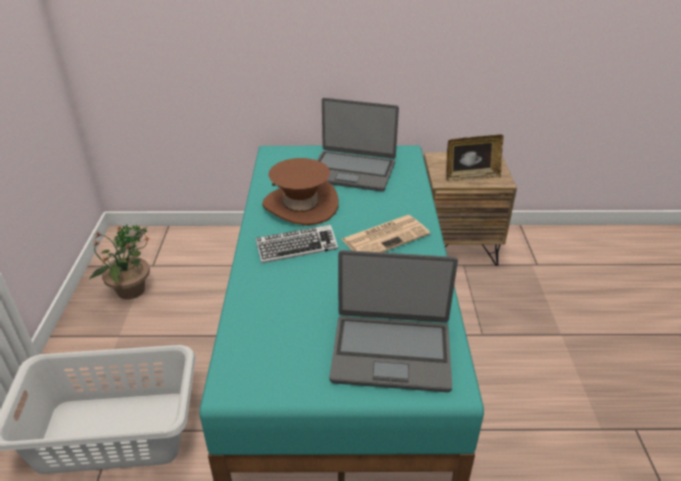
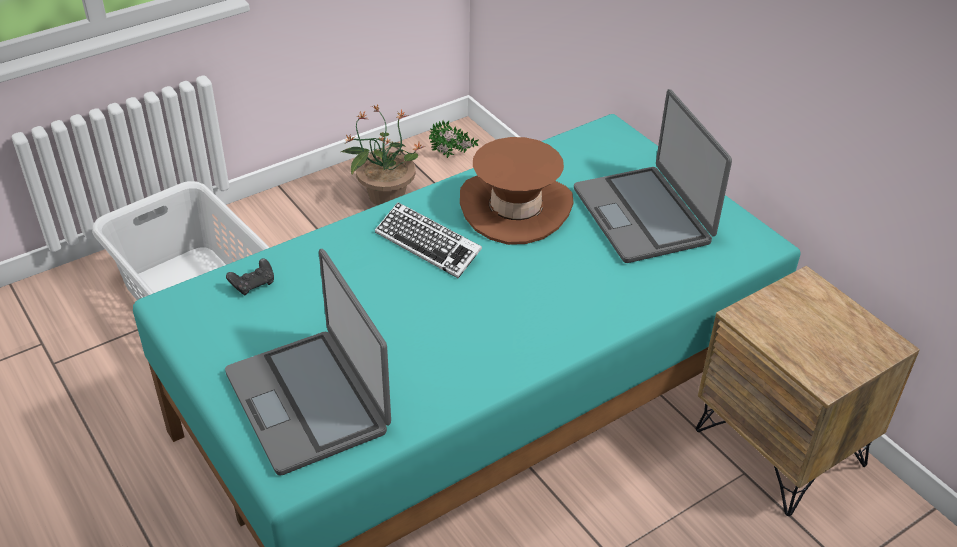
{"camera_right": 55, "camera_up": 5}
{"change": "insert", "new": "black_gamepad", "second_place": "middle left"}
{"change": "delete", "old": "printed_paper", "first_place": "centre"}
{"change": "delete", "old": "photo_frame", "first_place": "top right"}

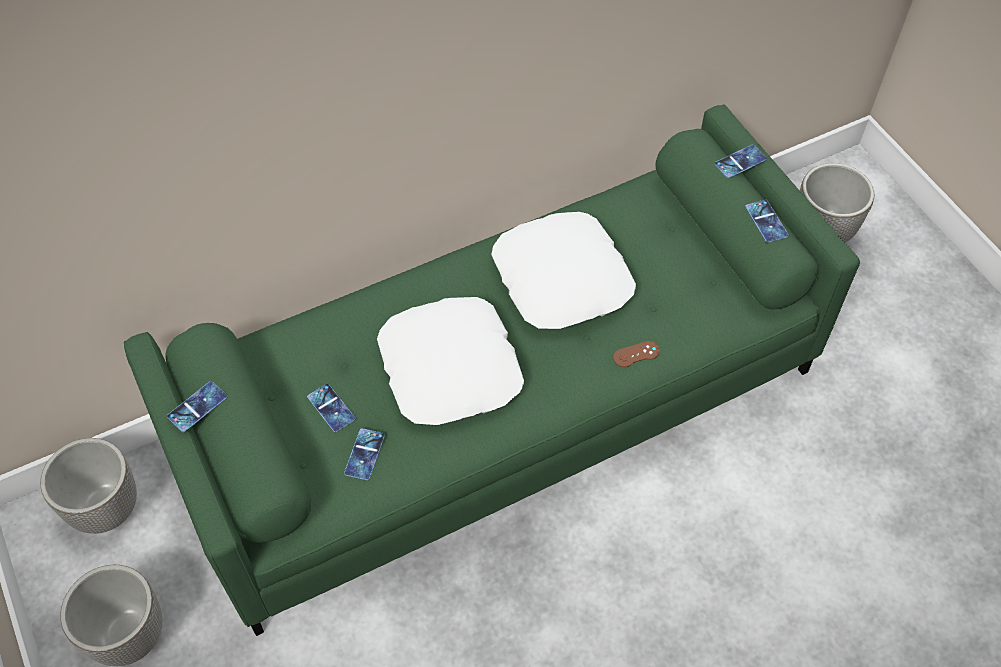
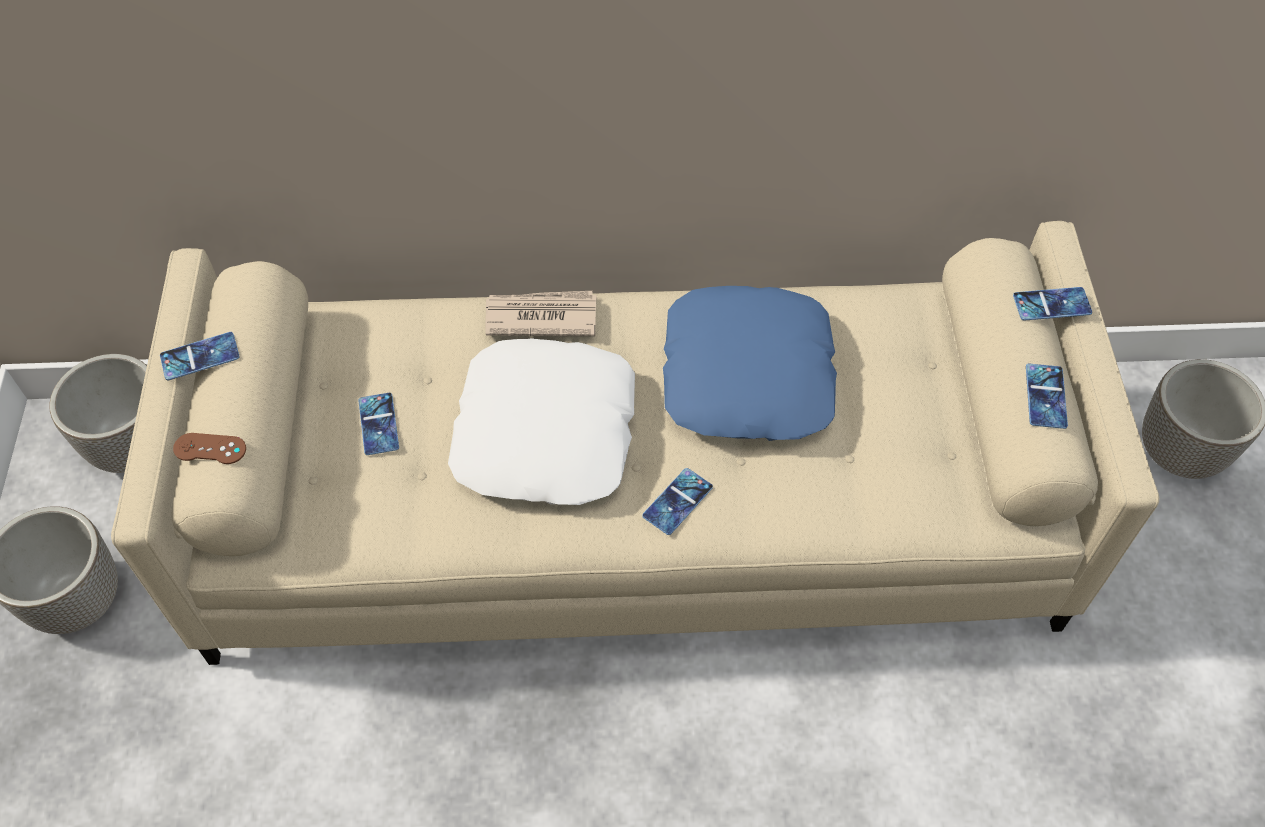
{"camera_right": 25, "camera_up": 0}
{"change": "recolor", "old": "green_couch", "new": "beige-coloured_couch", "first_place": "centre", "second_place": "centre"}
{"change": "move", "old": "brown-coloured_gamepad", "first_place": "centre", "second_place": "middle left"}
{"change": "insert", "new": "printed_paper", "second_place": "centre"}
{"change": "move", "old": "telephone (3rd from left)", "first_place": "bottom centre", "second_place": "centre"}
{"change": "recolor", "old": "whitish_throw_pillow (2nd from left)", "new": "blue_throw_pillow", "first_place": "centre", "second_place": "centre"}

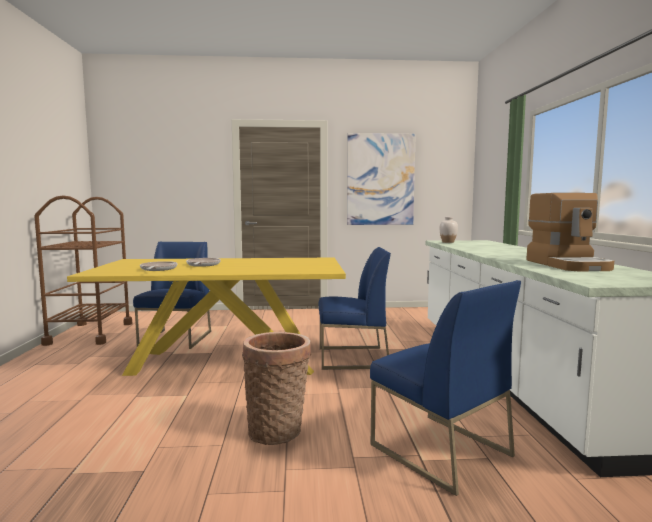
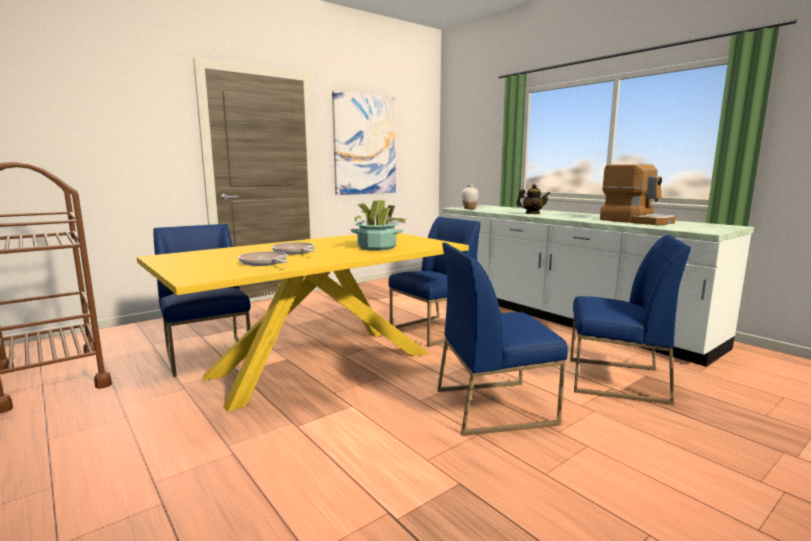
{"camera_right": -35, "camera_up": 5}
{"change": "insert", "new": "potted_plant", "second_place": "centre"}
{"change": "replace", "old": "storage_basket", "new": "blue_plain_chair (3rd from left)", "first_place": "bottom centre", "second_place": "centre"}
{"change": "insert", "new": "teapot", "second_place": "centre"}

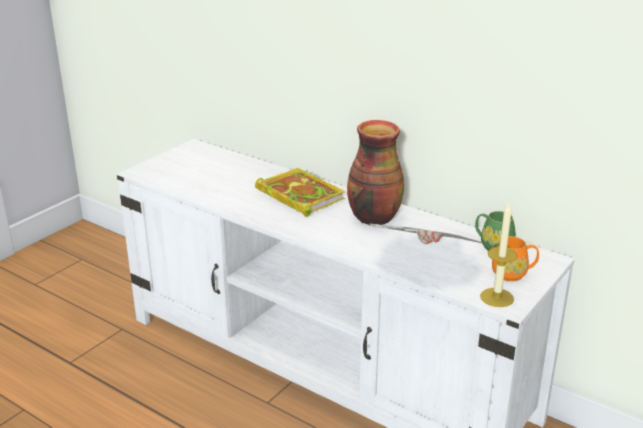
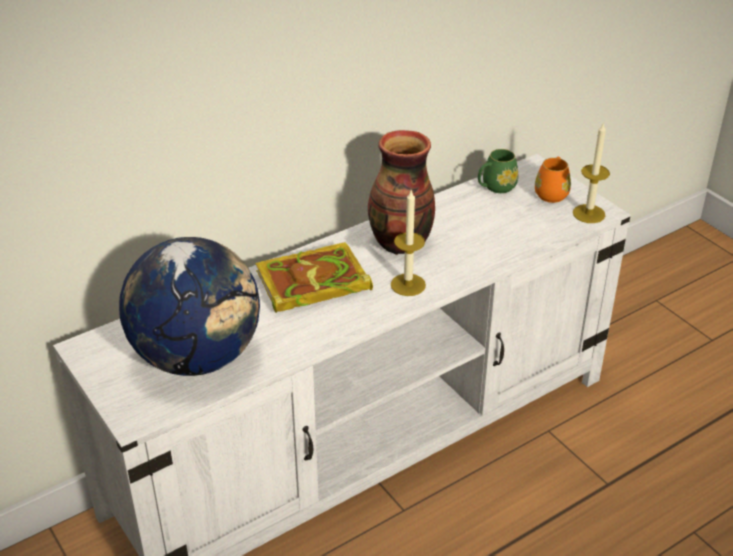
{"camera_right": -70, "camera_up": 10}
{"change": "insert", "new": "world_globe", "second_place": "middle left"}
{"change": "insert", "new": "wax_candle (1st from left)", "second_place": "centre"}
{"change": "delete", "old": "printed_paper", "first_place": "centre"}

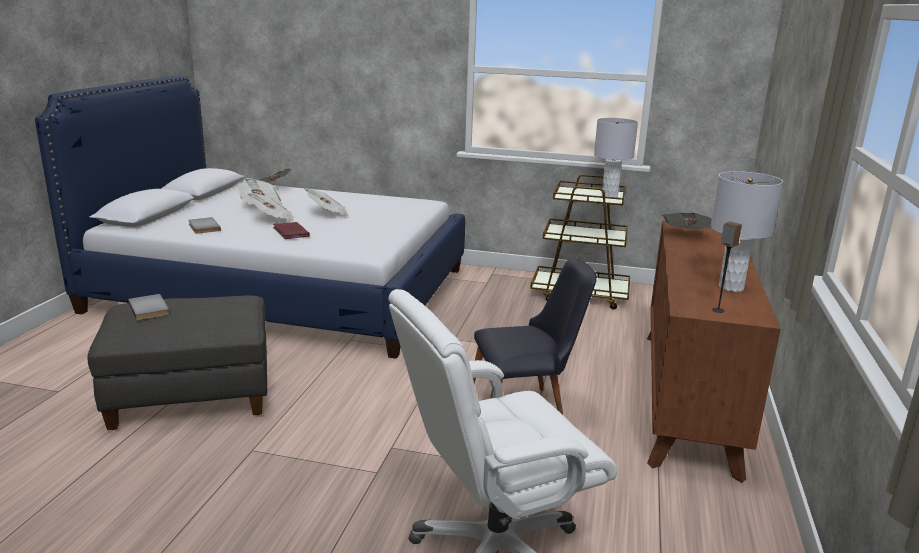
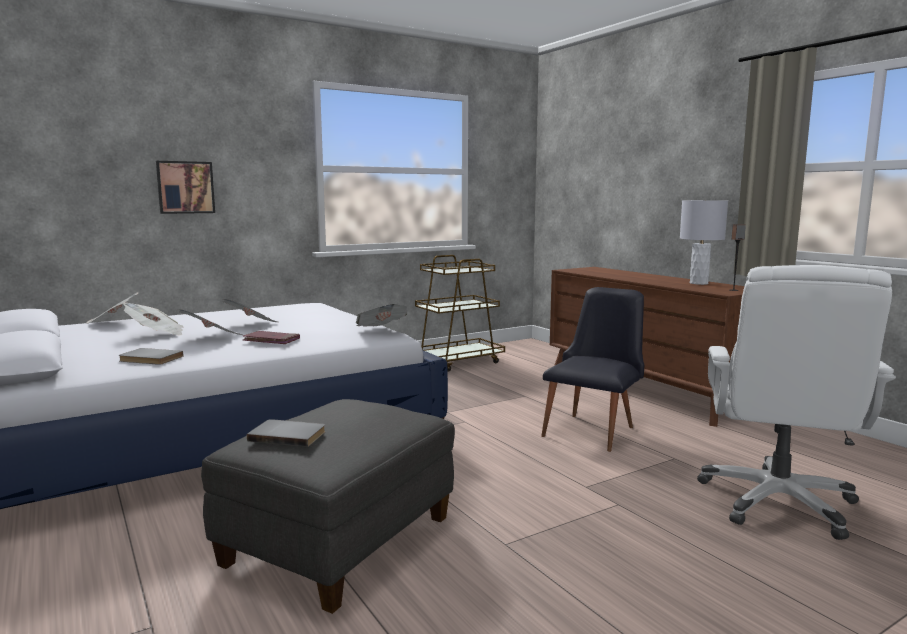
{"camera_right": -45, "camera_up": -10}
{"change": "insert", "new": "picture", "second_place": "top left"}
{"change": "move", "old": "printed_paper (5th from left)", "first_place": "middle right", "second_place": "centre"}
{"change": "delete", "old": "gray_table_lamp (1st from left)", "first_place": "top right"}

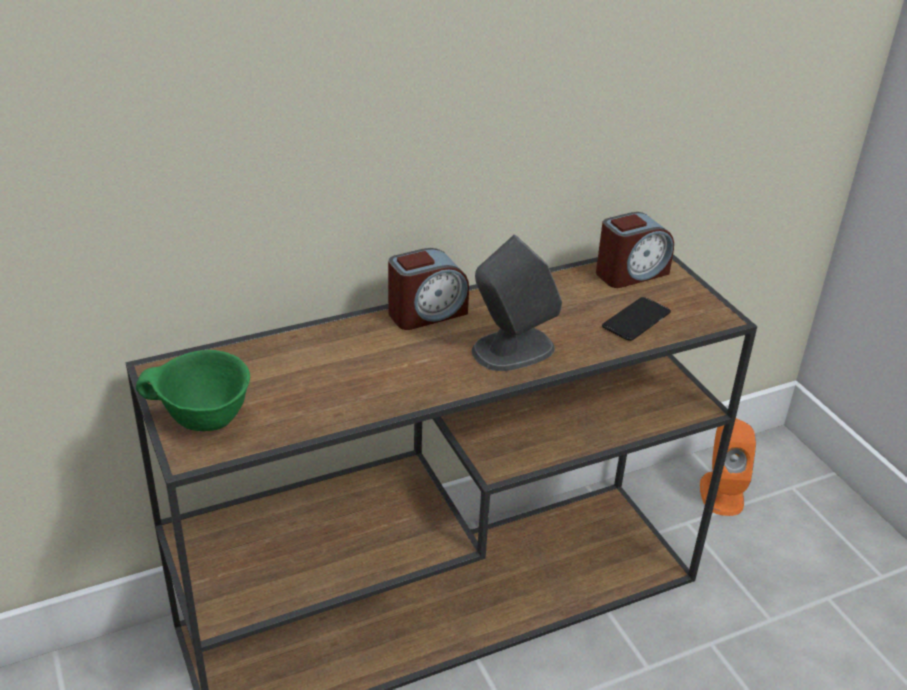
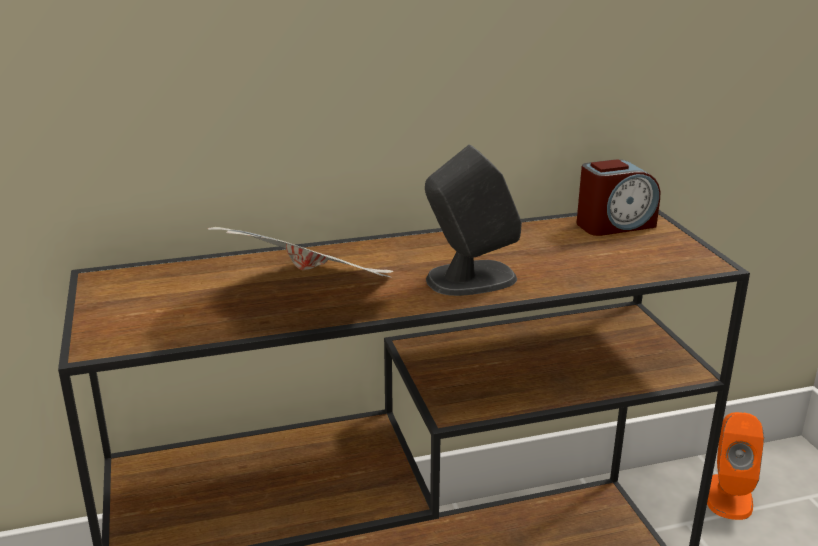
{"camera_right": 10, "camera_up": -10}
{"change": "insert", "new": "printed_paper", "second_place": "centre"}
{"change": "delete", "old": "green_deep_dish", "first_place": "middle left"}
{"change": "delete", "old": "bedside_clock (1st from left)", "first_place": "centre"}
{"change": "delete", "old": "telephone", "first_place": "middle right"}

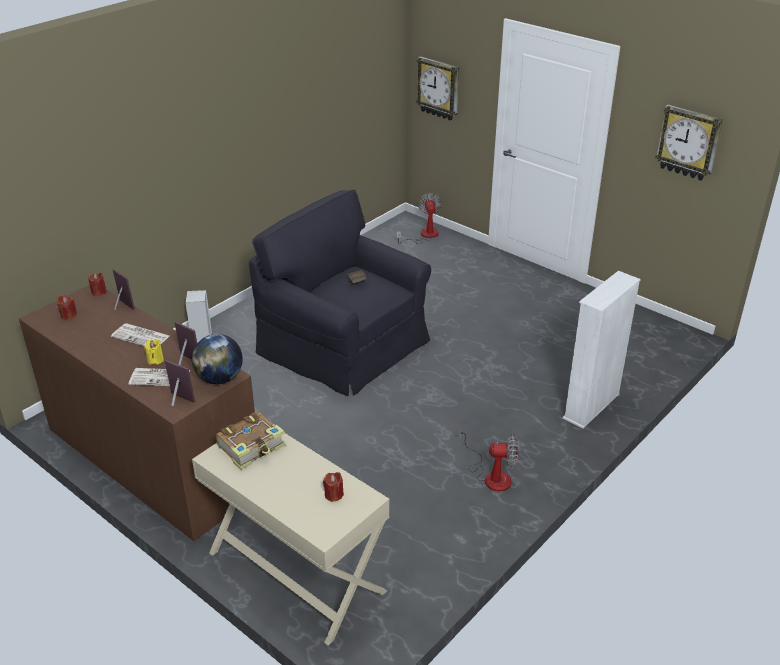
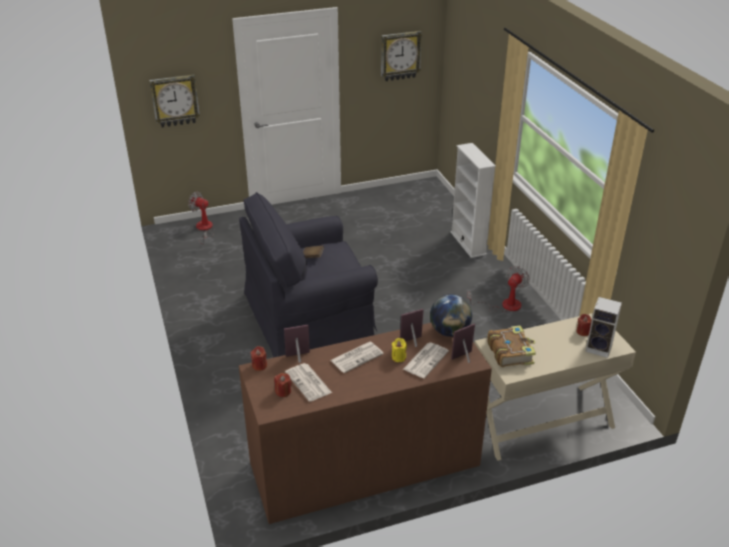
{"camera_right": -60, "camera_up": 0}
{"change": "insert", "new": "printed_paper (1st from left)", "second_place": "bottom centre"}
{"change": "move", "old": "audio_speaker", "first_place": "middle left", "second_place": "middle right"}

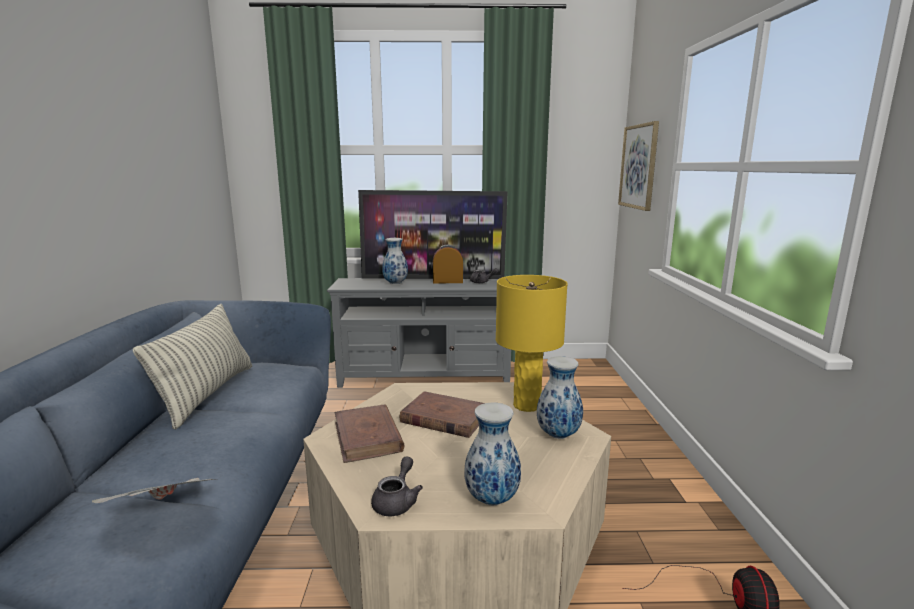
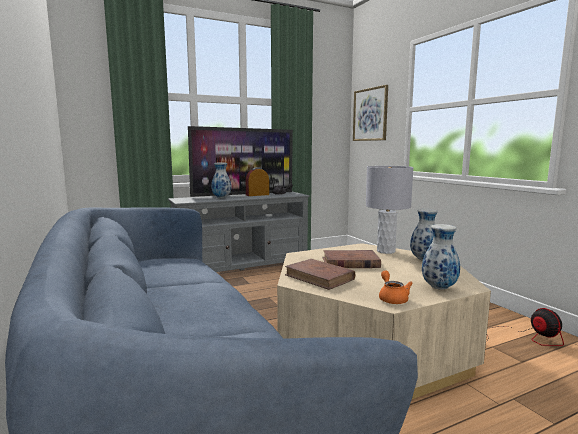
{"camera_right": -25, "camera_up": -5}
{"change": "recolor", "old": "yellow-coloured_table_lamp", "new": "gray_table_lamp", "first_place": "centre", "second_place": "middle right"}
{"change": "recolor", "old": "gray_teapot (1st from left)", "new": "orange_teapot", "first_place": "bottom centre", "second_place": "middle right"}
{"change": "delete", "old": "printed_paper", "first_place": "bottom left"}
{"change": "delete", "old": "throw_pillow", "first_place": "middle left"}

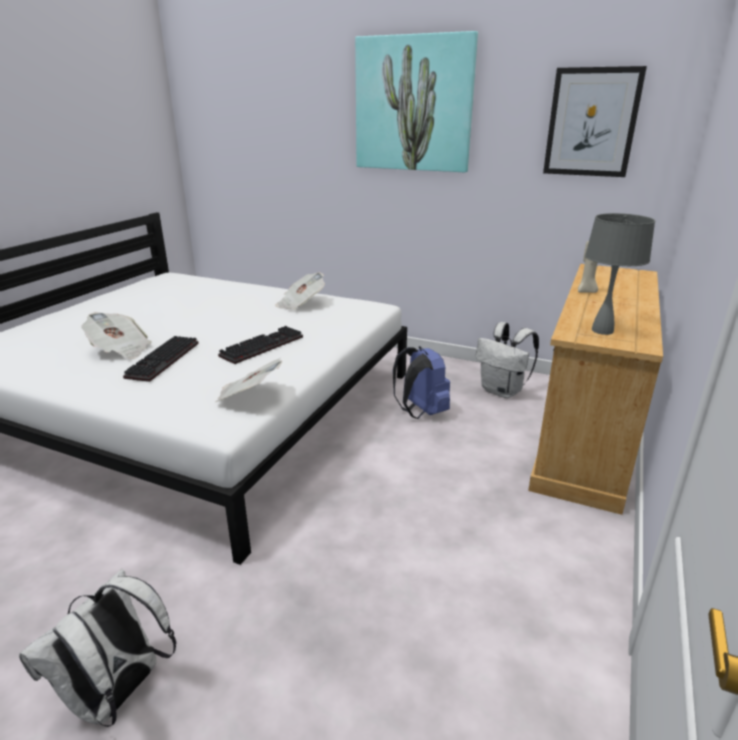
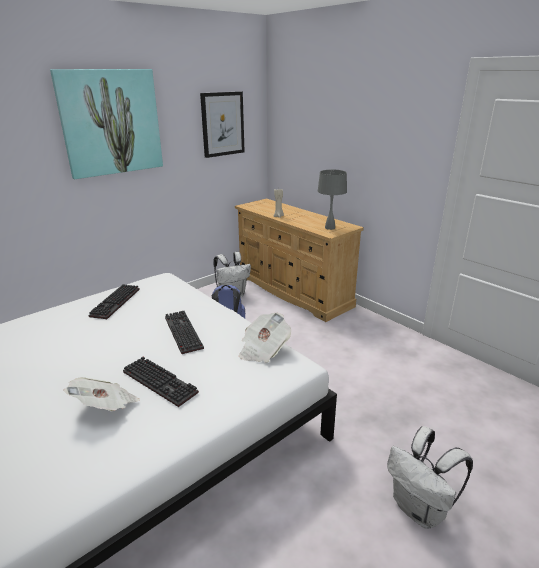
{"camera_right": -65, "camera_up": 0}
{"change": "replace", "old": "printed_paper (3rd from left)", "new": "computer_keyboard (1st from left)", "first_place": "centre", "second_place": "middle left"}

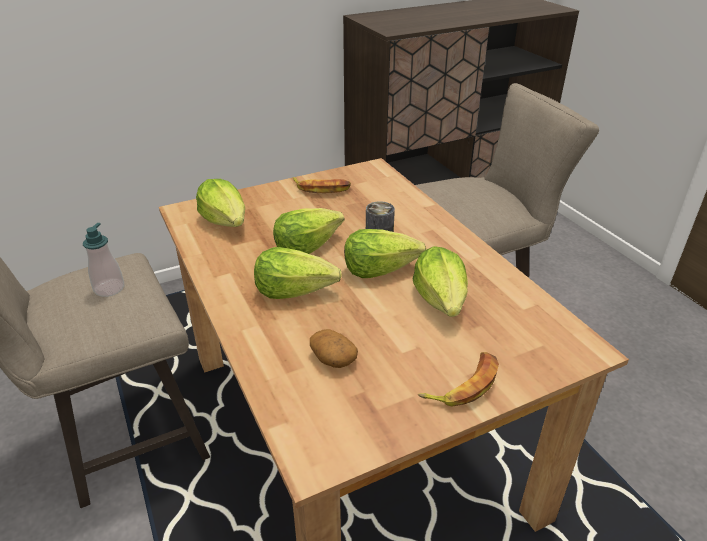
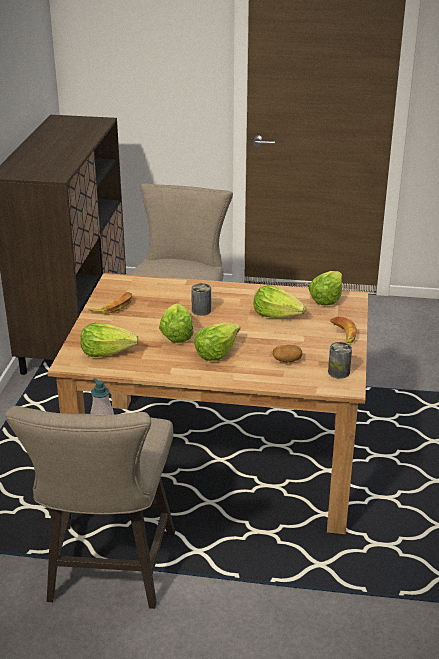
{"camera_right": -55, "camera_up": -5}
{"change": "move", "old": "lettuce_head (4th from left in the first image)", "new": "lettuce_head (5th from left)", "first_place": "centre", "second_place": "middle right"}
{"change": "insert", "new": "sealed_can (2nd from left)", "second_place": "middle right"}

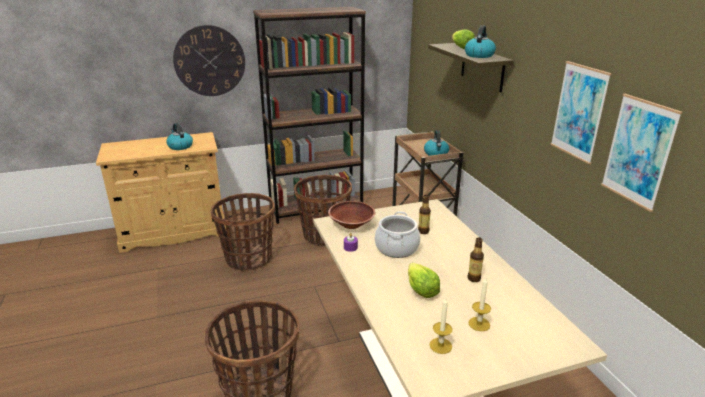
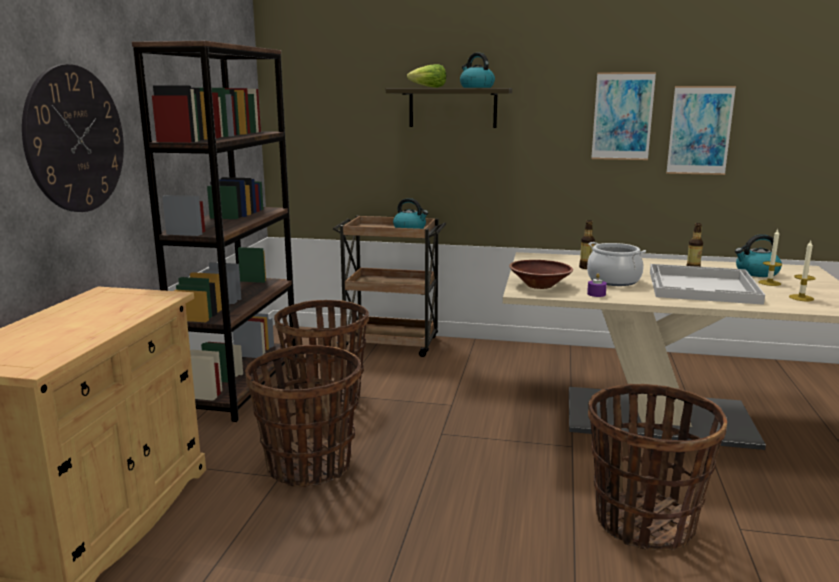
{"camera_right": -60, "camera_up": -10}
{"change": "replace", "old": "lettuce_head (1st from left)", "new": "whitish_carrying_tray", "first_place": "bottom centre", "second_place": "middle right"}
{"change": "move", "old": "tea_kettle (1st from left in the first image)", "new": "tea_kettle (3rd from left)", "first_place": "middle left", "second_place": "middle right"}

